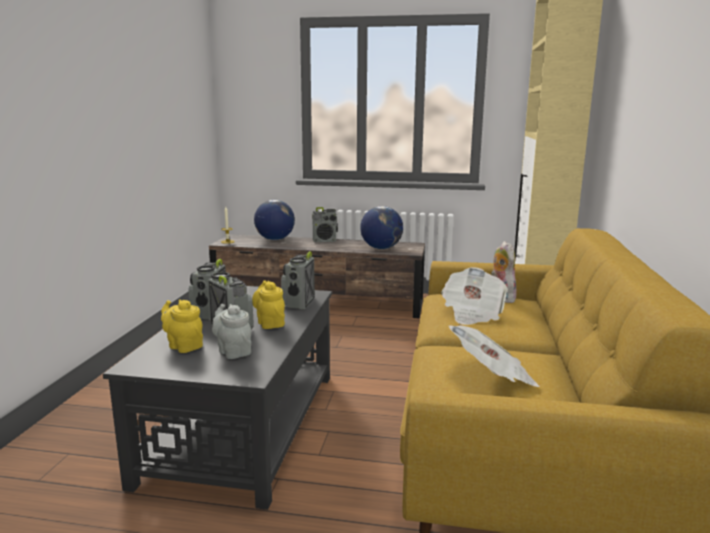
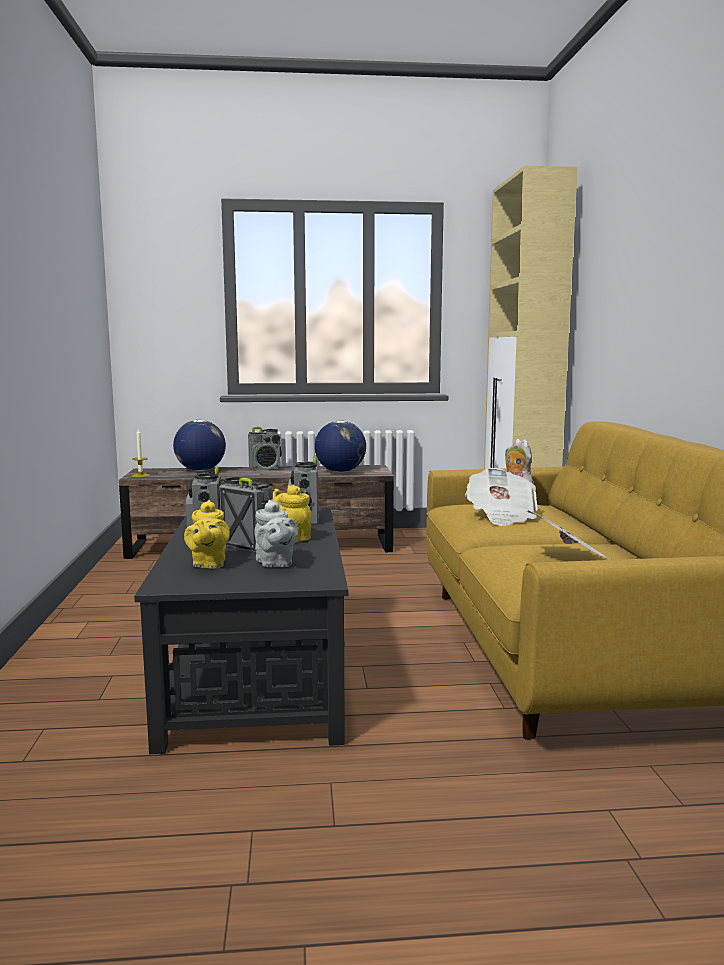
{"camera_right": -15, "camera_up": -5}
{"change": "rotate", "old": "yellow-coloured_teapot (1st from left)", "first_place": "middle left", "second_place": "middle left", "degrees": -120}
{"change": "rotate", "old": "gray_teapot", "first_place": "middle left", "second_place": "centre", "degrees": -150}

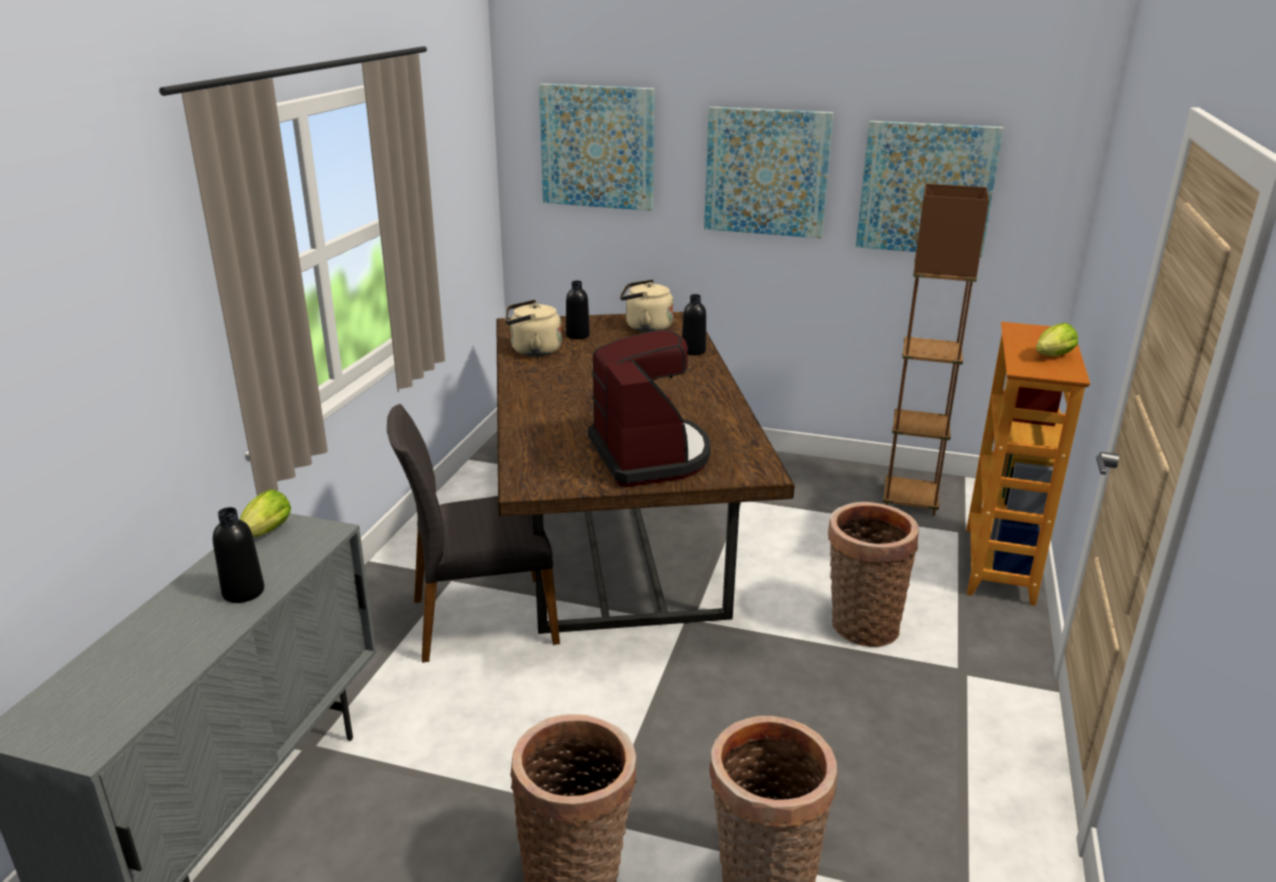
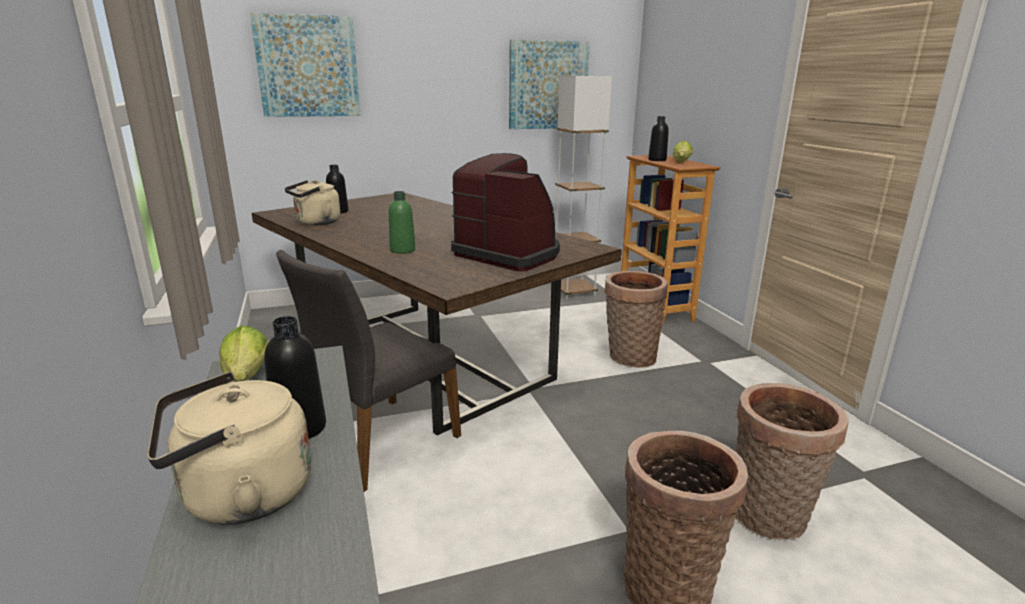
{"camera_right": -35, "camera_up": -5}
{"change": "move", "old": "beige-coloured_tea_kettle (2nd from left in the first image)", "new": "beige-coloured_tea_kettle (1st from left)", "first_place": "centre", "second_place": "bottom left"}
{"change": "insert", "new": "green_beverage_bottle", "second_place": "centre"}
{"change": "recolor", "old": "brown-coloured_floor_lamp", "new": "whitish_floor_lamp", "first_place": "middle right", "second_place": "top centre"}
{"change": "move", "old": "black_beverage_bottle (3rd from left)", "first_place": "centre", "second_place": "top centre"}
{"change": "delete", "old": "picture (2nd from left)", "first_place": "top centre"}

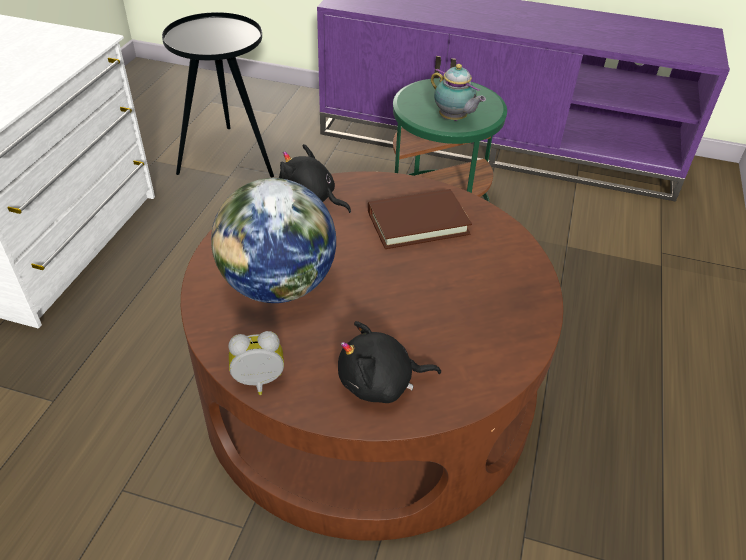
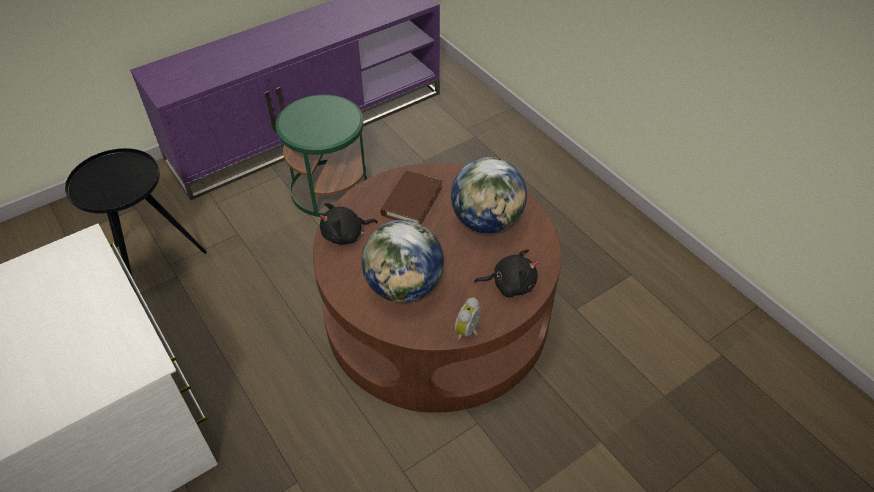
{"camera_right": -50, "camera_up": 5}
{"change": "insert", "new": "world_globe (2nd from left)", "second_place": "centre"}
{"change": "rotate", "old": "black_soft_toy (2nd from left)", "first_place": "centre", "second_place": "centre", "degrees": -120}
{"change": "delete", "old": "teapot", "first_place": "top centre"}

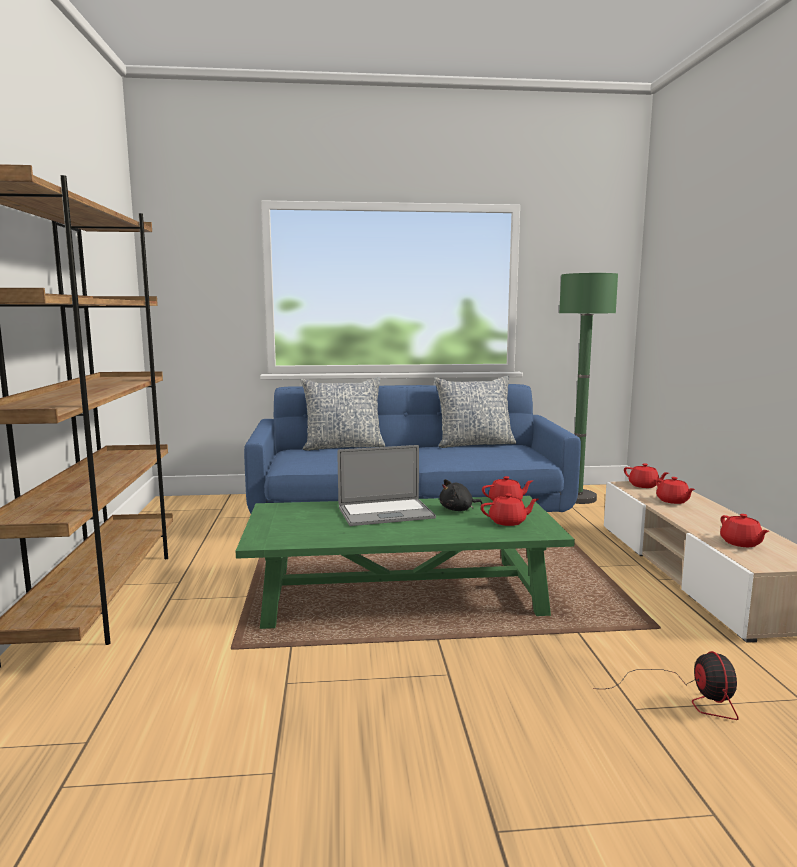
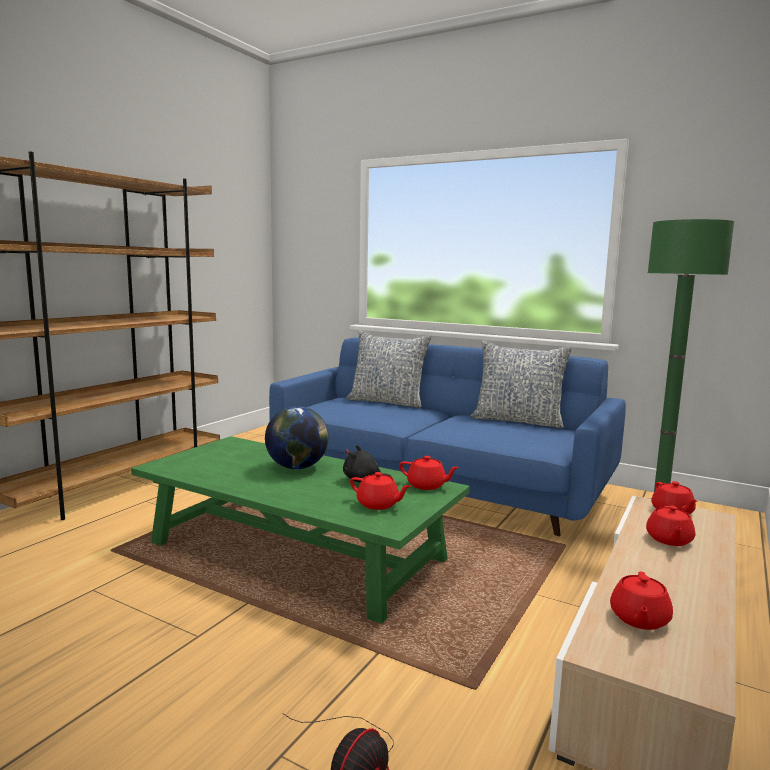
{"camera_right": 35, "camera_up": 0}
{"change": "replace", "old": "laptop", "new": "world_globe", "first_place": "centre", "second_place": "centre"}

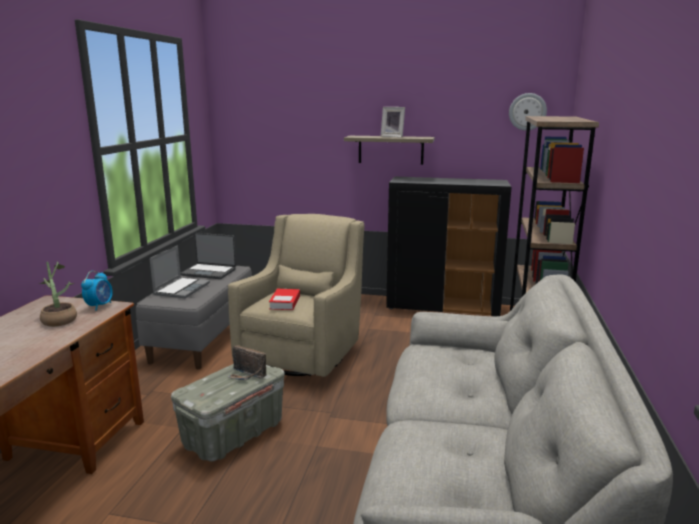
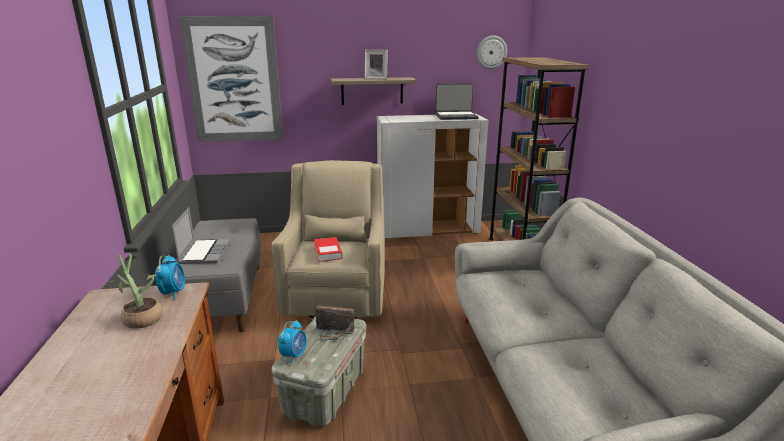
{"camera_right": -20, "camera_up": 5}
{"change": "insert", "new": "picture", "second_place": "top left"}
{"change": "insert", "new": "bedside_clock (2nd from left)", "second_place": "bottom centre"}
{"change": "recolor", "old": "black_storage_cabinet", "new": "whitish_storage_cabinet", "first_place": "centre", "second_place": "centre"}
{"change": "move", "old": "laptop (2nd from left)", "first_place": "middle left", "second_place": "top centre"}

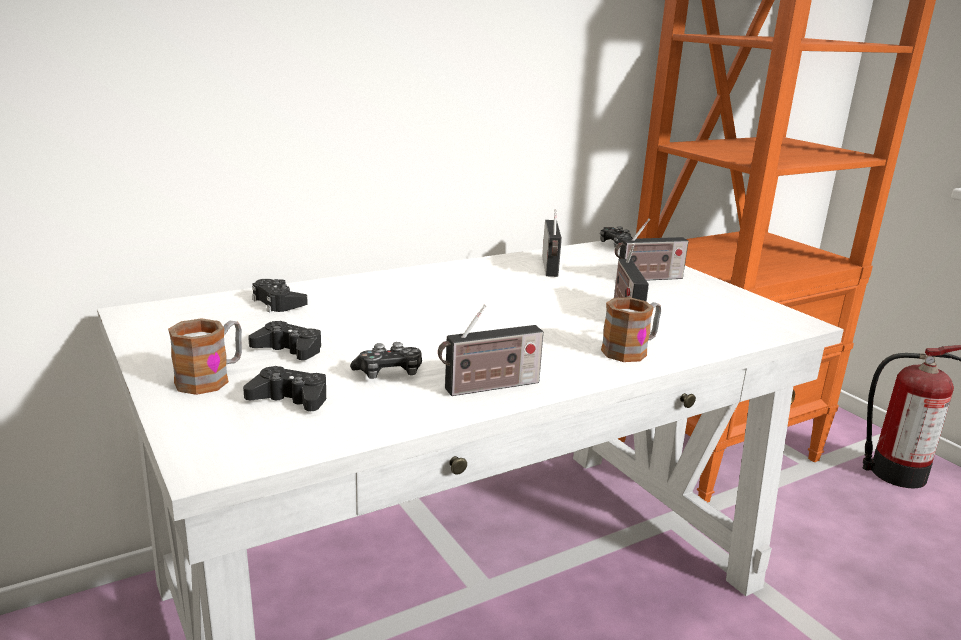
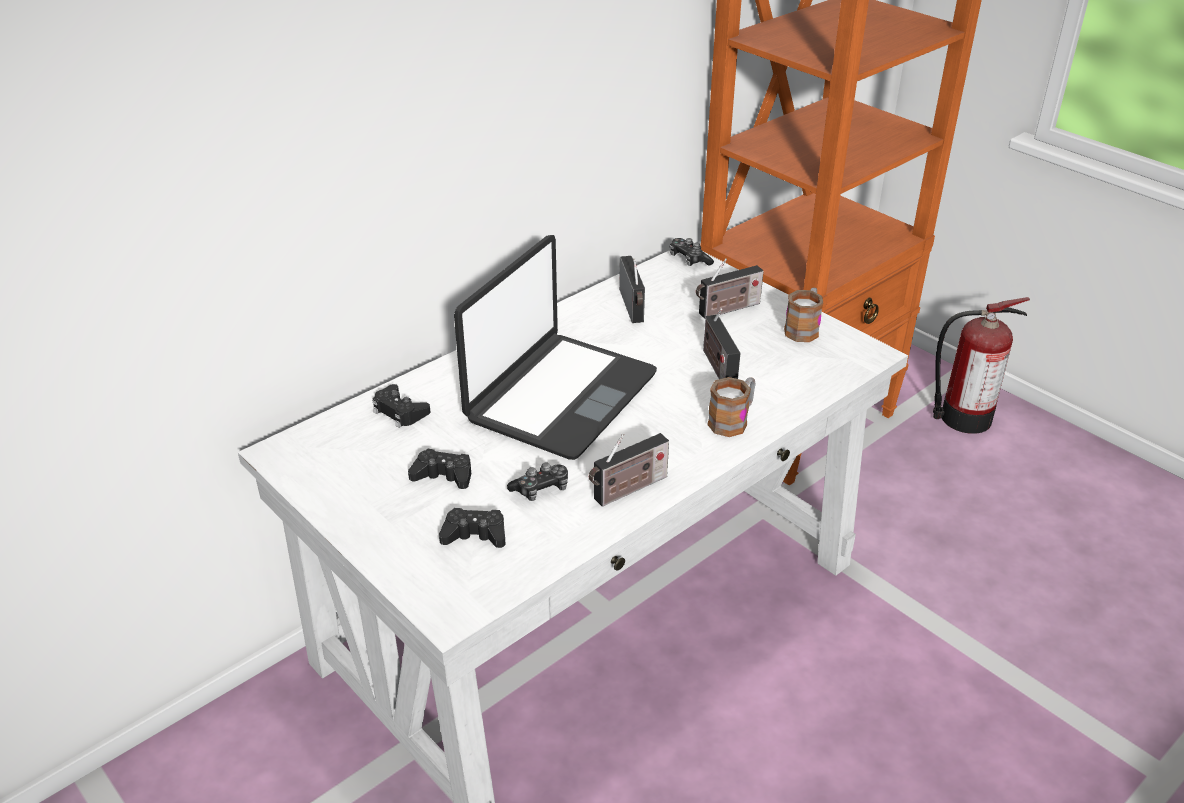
{"camera_right": -10, "camera_up": 15}
{"change": "insert", "new": "laptop", "second_place": "centre"}
{"change": "move", "old": "mug (1st from left in the first image)", "new": "mug (2nd from left)", "first_place": "middle left", "second_place": "middle right"}

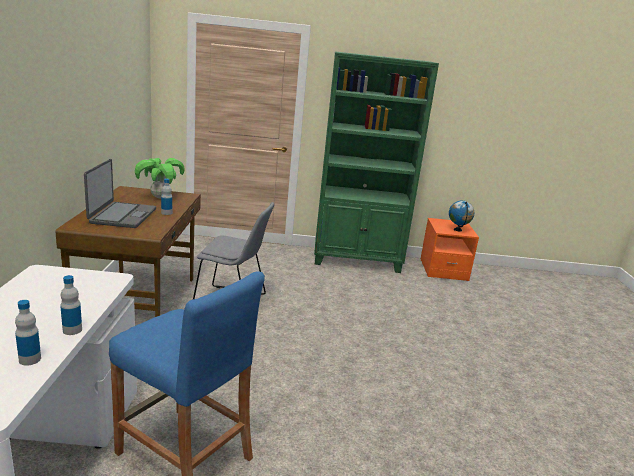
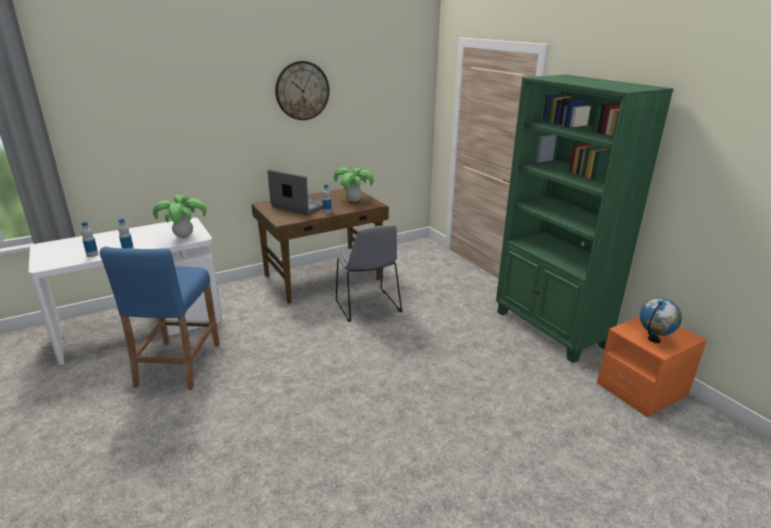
{"camera_right": 60, "camera_up": 5}
{"change": "insert", "new": "potted_plant (1st from left)", "second_place": "middle left"}
{"change": "rotate", "old": "laptop", "first_place": "middle left", "second_place": "centre", "degrees": -120}
{"change": "insert", "new": "hanging_clock", "second_place": "top centre"}

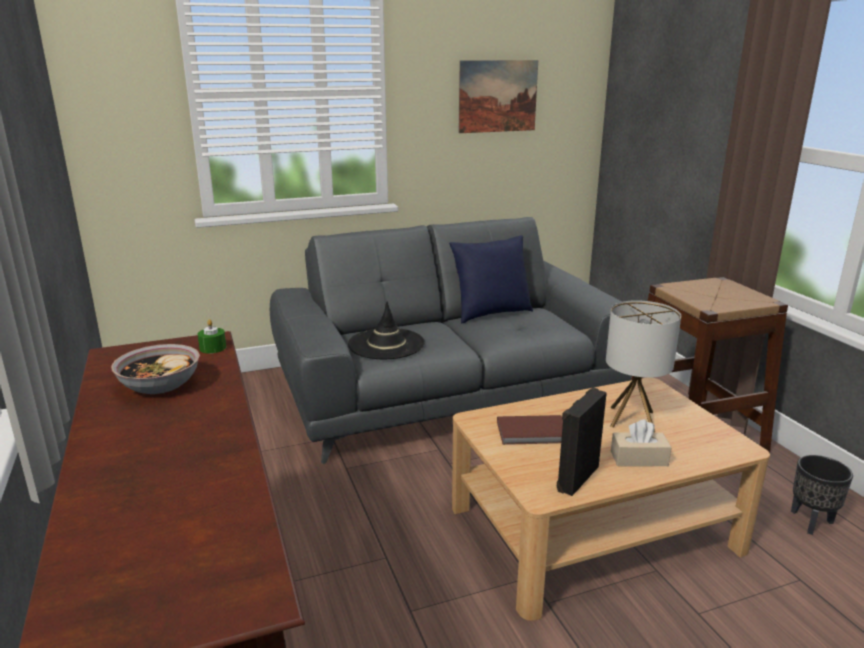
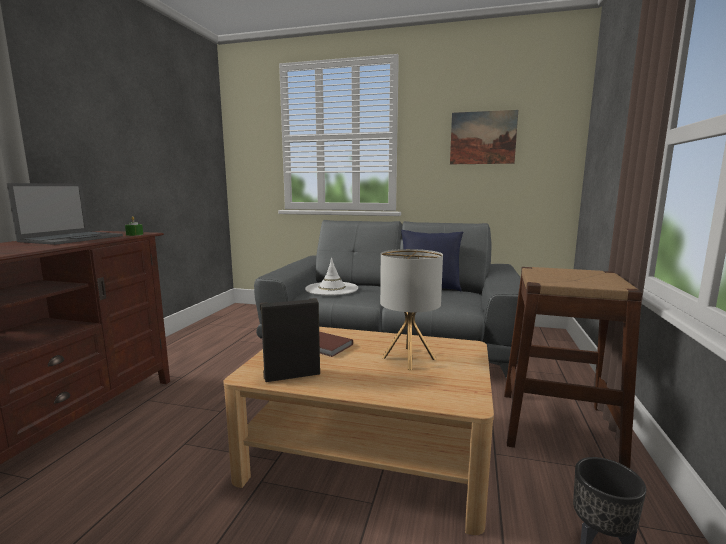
{"camera_right": 35, "camera_up": -10}
{"change": "replace", "old": "deep_dish", "new": "laptop", "first_place": "middle left", "second_place": "middle left"}
{"change": "recolor", "old": "black_clothing_hat", "new": "whitish_clothing_hat", "first_place": "centre", "second_place": "centre"}
{"change": "delete", "old": "beige-coloured_tissue_holder", "first_place": "bottom right"}

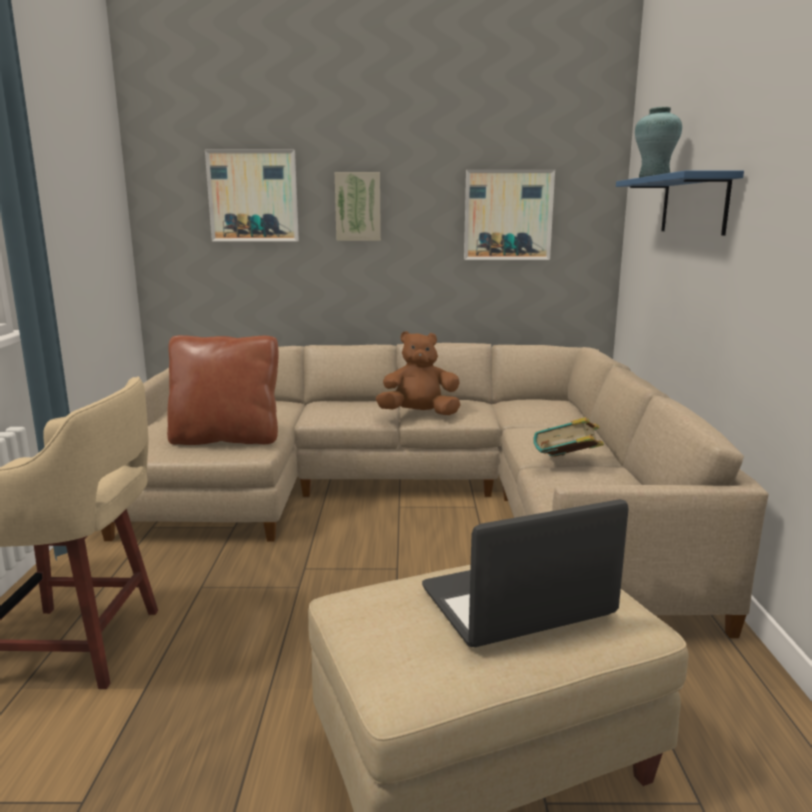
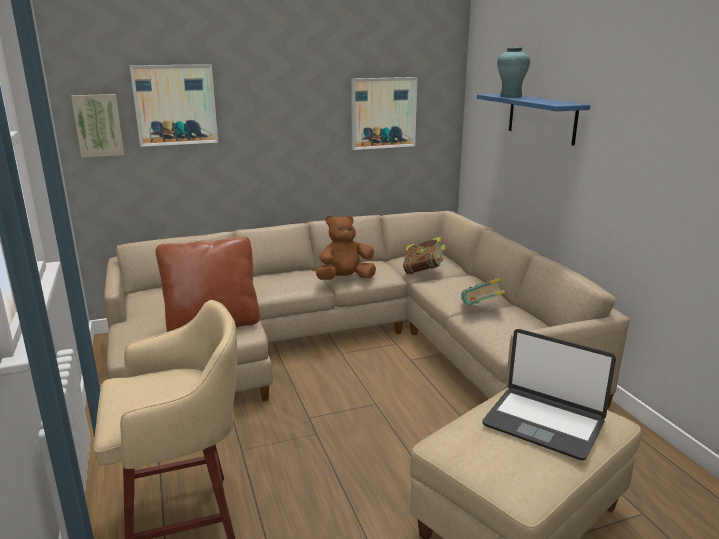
{"camera_right": -20, "camera_up": 5}
{"change": "move", "old": "picture (2nd from left in the first image)", "new": "picture (1st from left)", "first_place": "top centre", "second_place": "top left"}
{"change": "insert", "new": "volume (1st from left)", "second_place": "centre"}
{"change": "rotate", "old": "laptop", "first_place": "bottom centre", "second_place": "bottom right", "degrees": -105}

